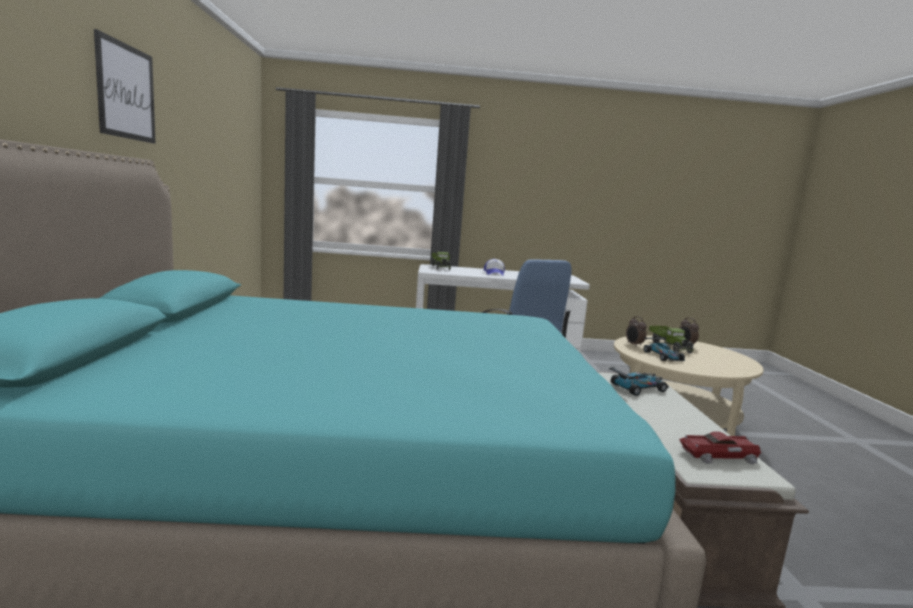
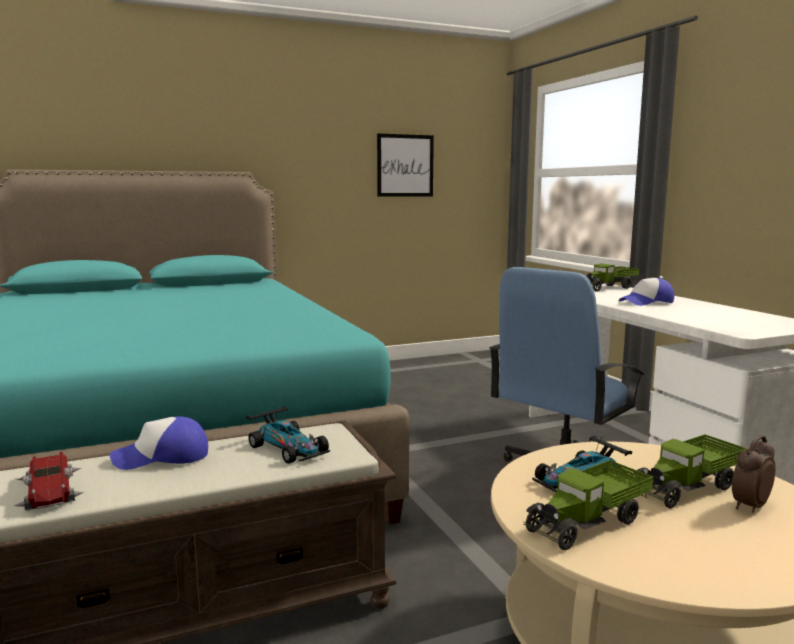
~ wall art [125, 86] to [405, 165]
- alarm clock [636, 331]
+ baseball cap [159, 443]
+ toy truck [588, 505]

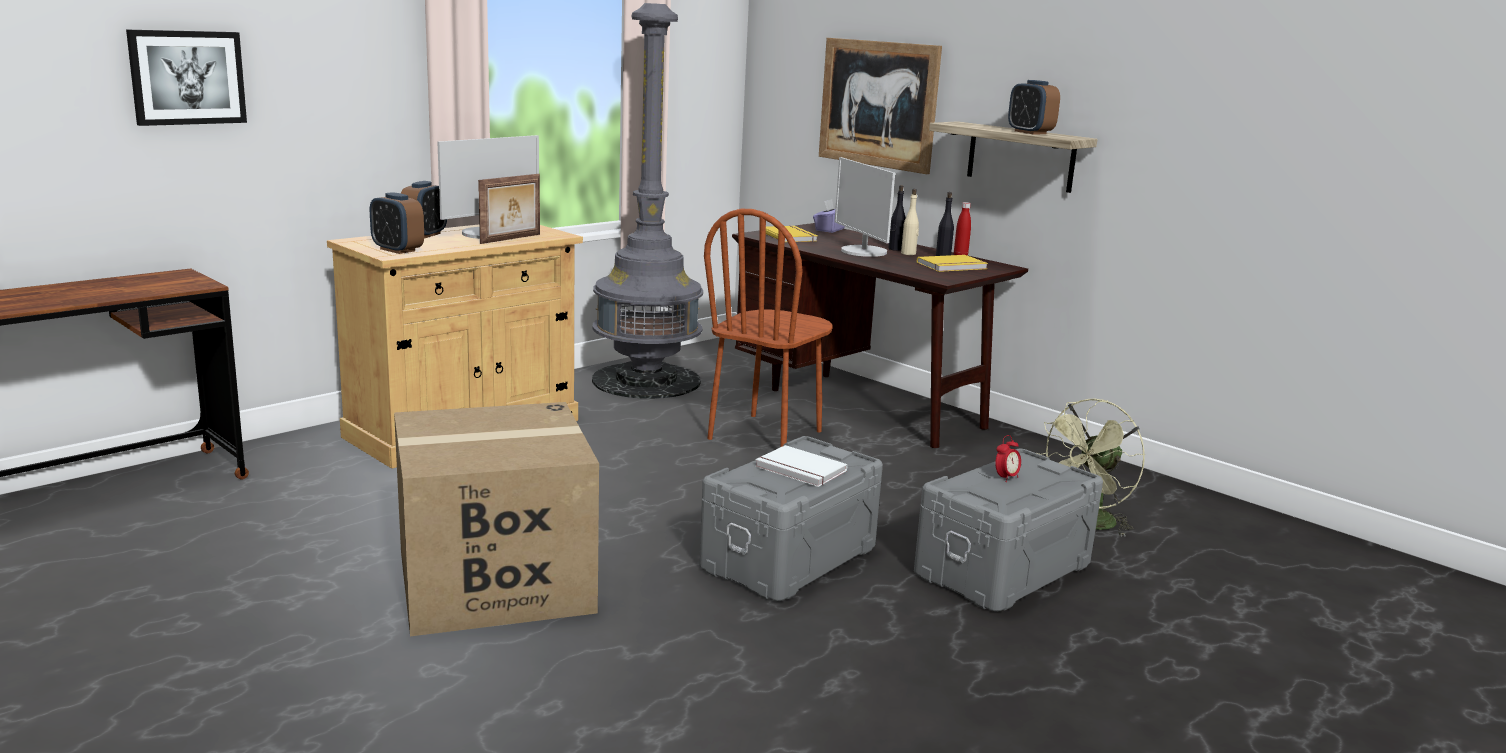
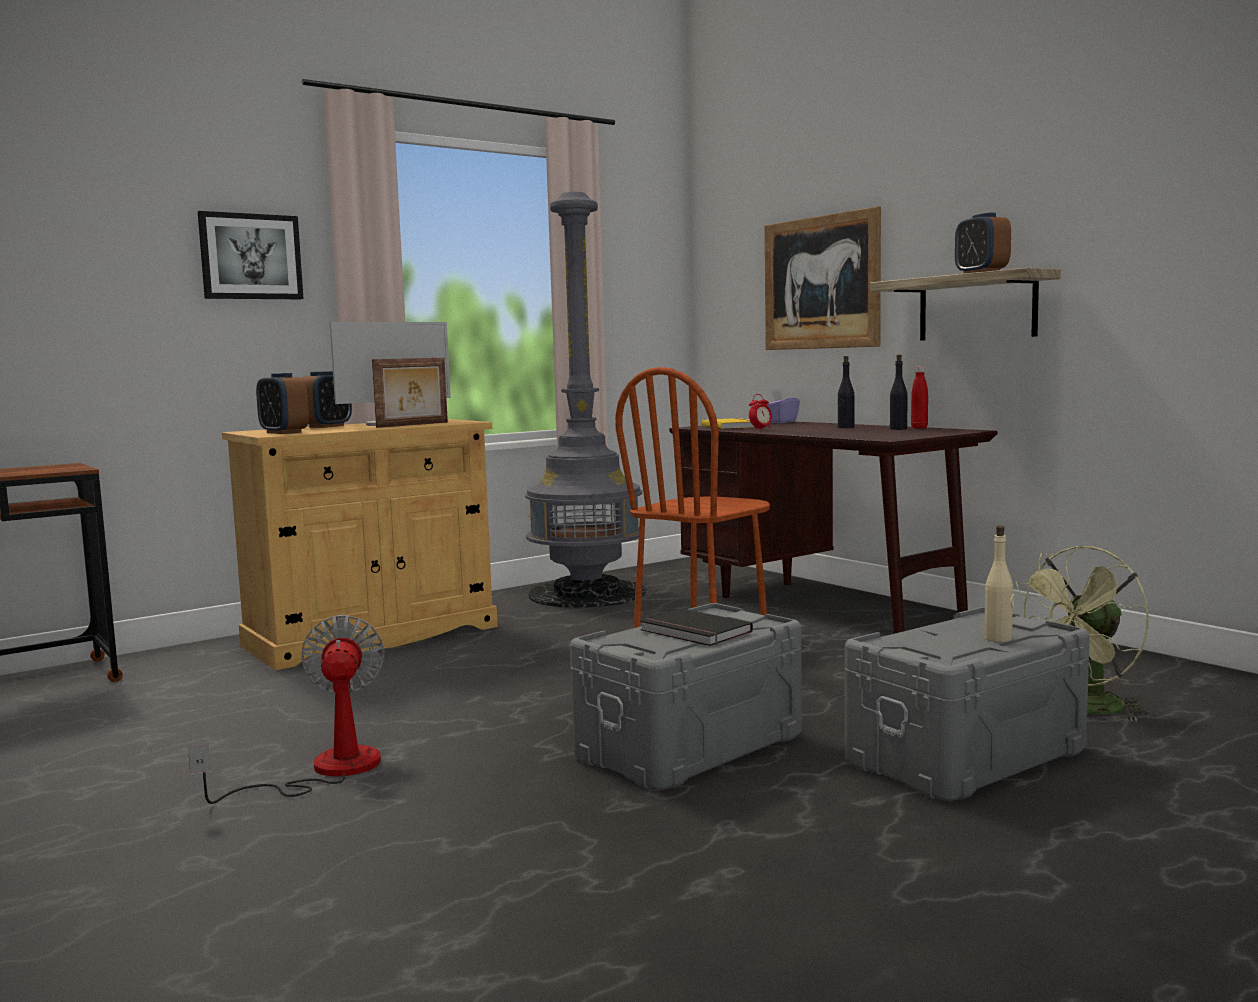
~ wall art [186, 78] to [251, 255]
- monitor [865, 207]
~ beige beverage bottle [910, 222] to [999, 583]
- yellow-coloured volume [952, 263]
~ carton [496, 519] to electric fan [286, 709]
~ alarm clock [1008, 458] to [760, 412]
~ white volume [801, 466] to black volume [696, 627]

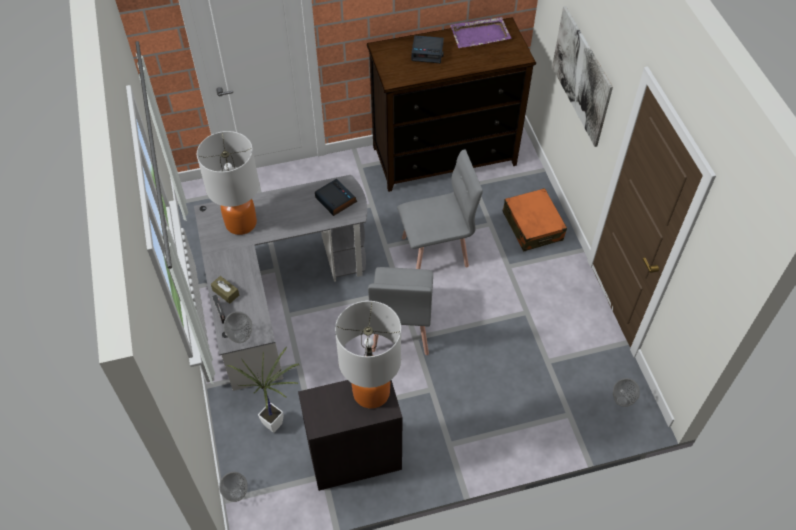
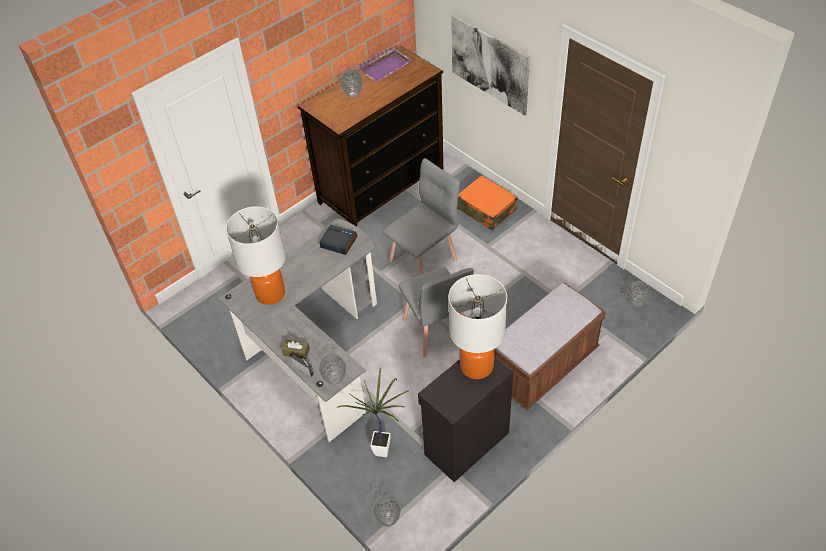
~ alarm clock [427, 49] to vase [351, 83]
+ brown bench [550, 346]

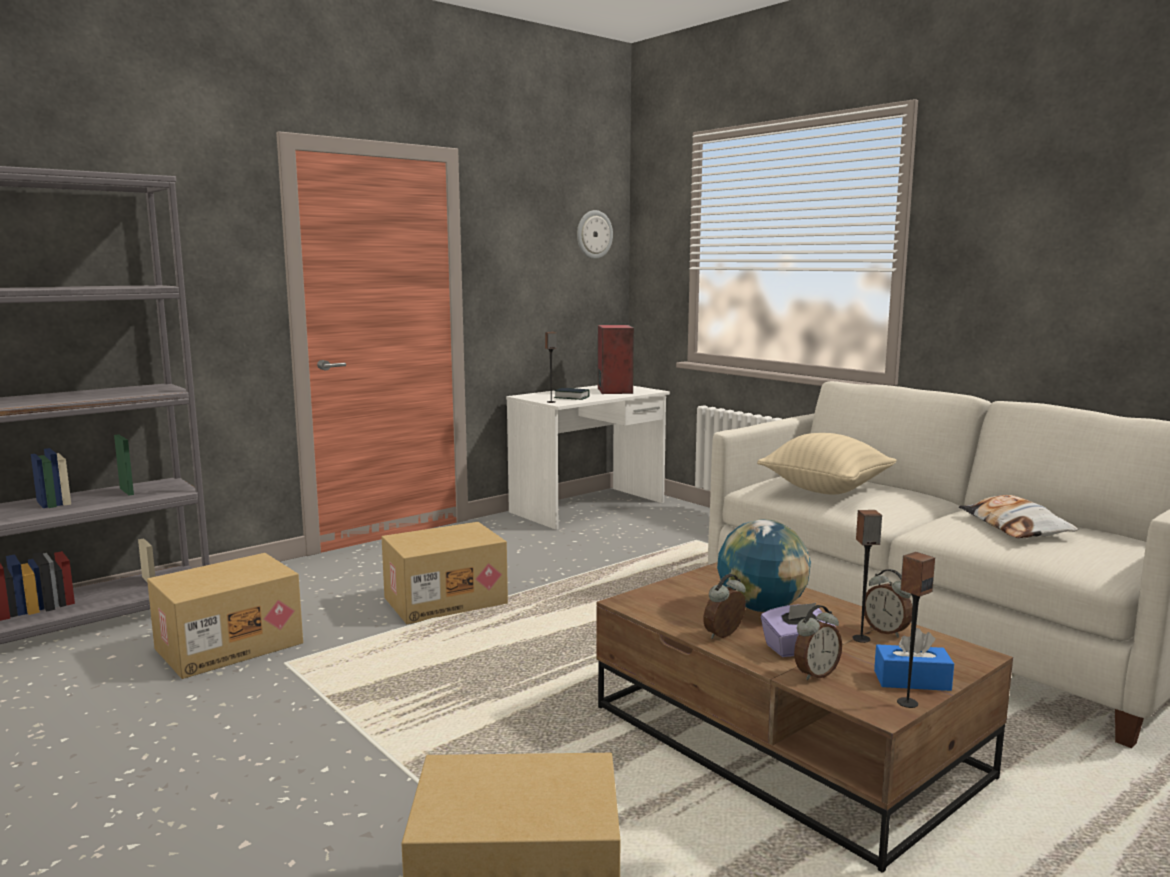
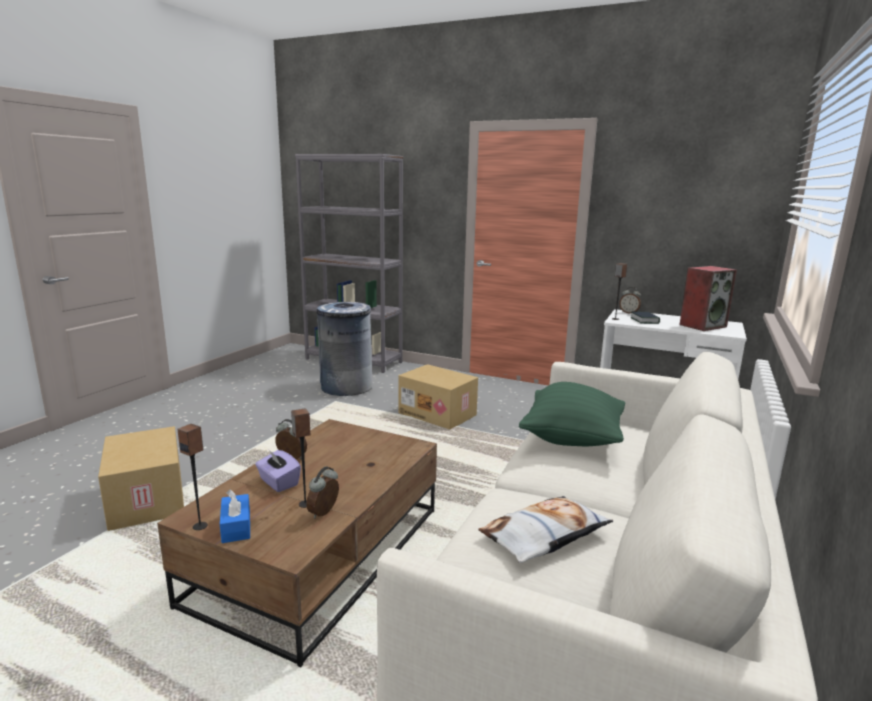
- hanging clock [595, 234]
~ beige cushion [827, 464] to green-coloured cushion [572, 414]
- desk globe [764, 565]
~ carton [225, 616] to greyish rubbish bin [344, 349]
~ alarm clock [818, 642] to [630, 300]

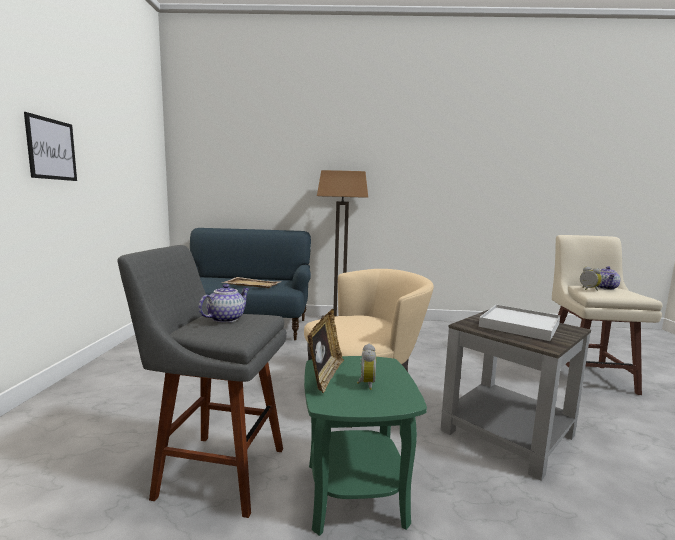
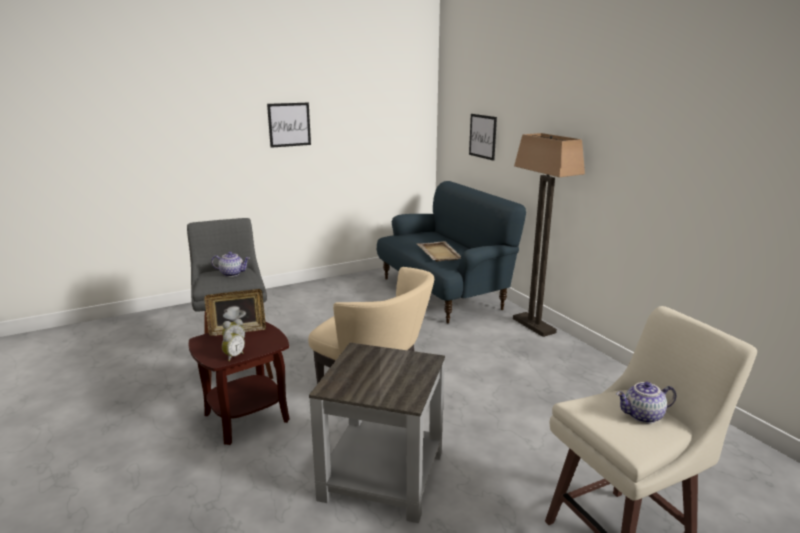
~ alarm clock [591, 279] to [233, 345]
- white carrying tray [519, 323]
~ green-coloured accent table [365, 446] to brown accent table [239, 383]
+ wall art [483, 137]

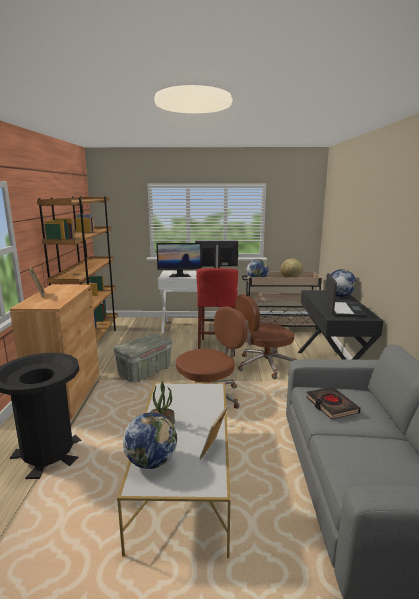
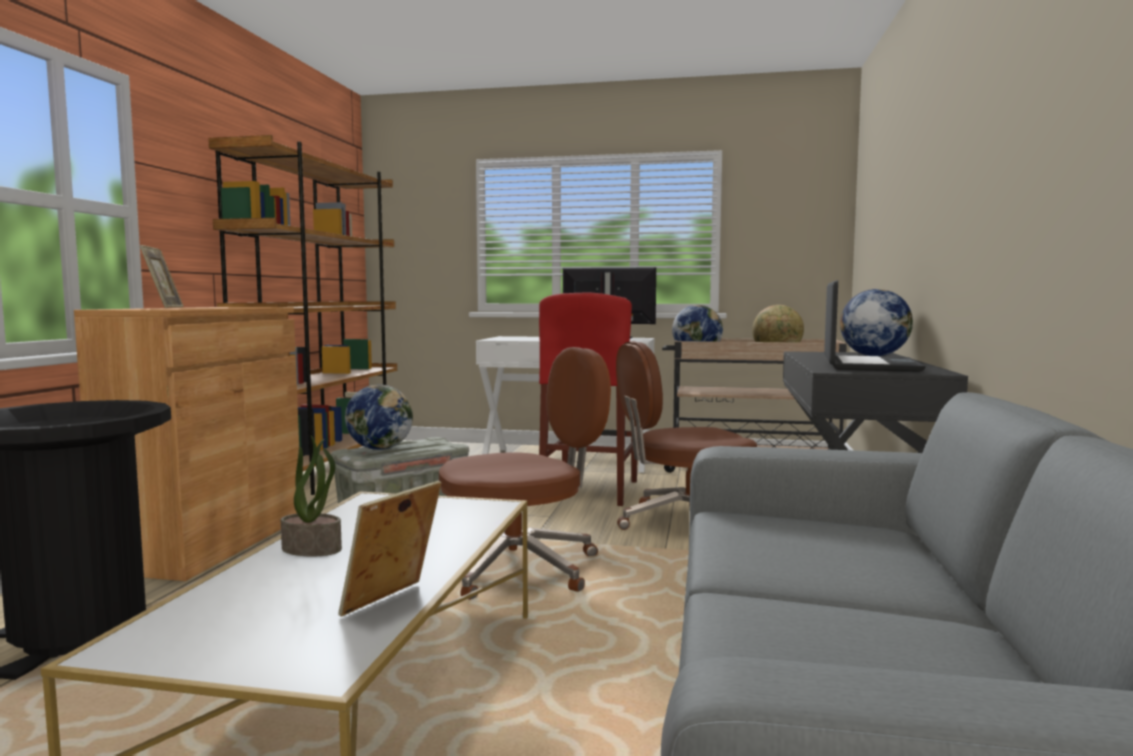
- monitor [179, 260]
- black volume [333, 403]
~ desk globe [150, 440] to [379, 417]

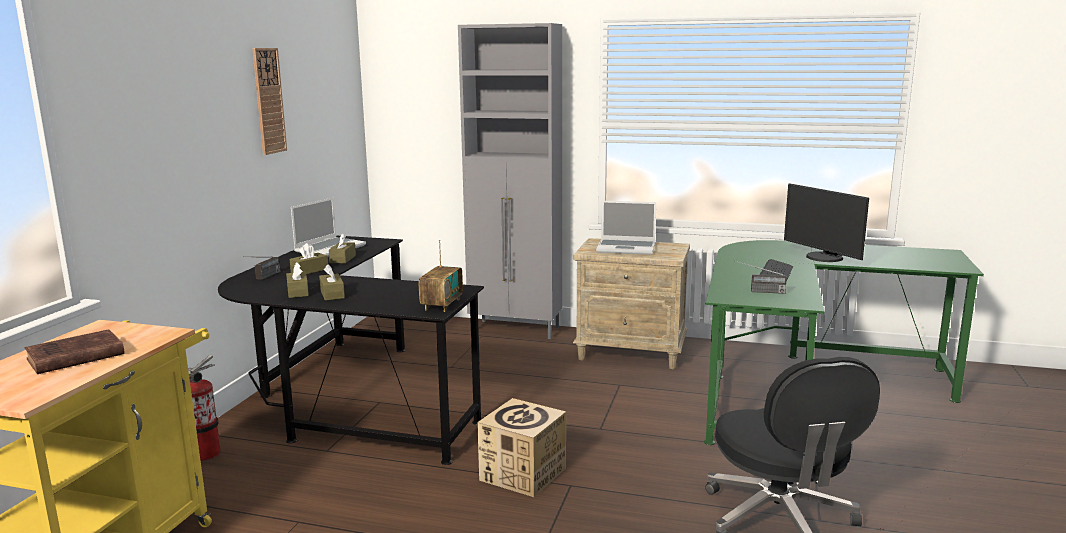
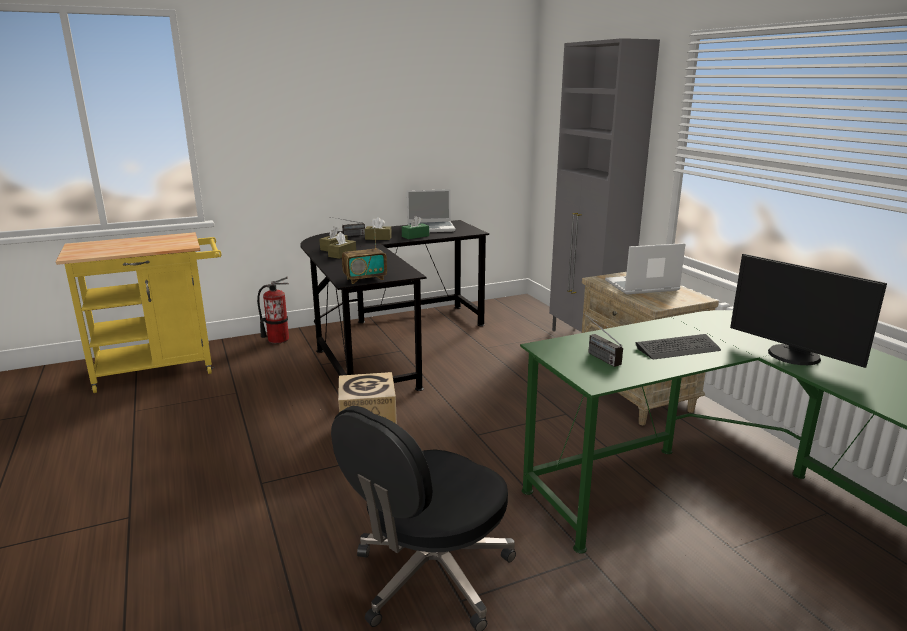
- hanging clock [269, 101]
~ monitor [826, 222] = [808, 311] 60 degrees counterclockwise
~ laptop [626, 228] = [645, 269] 105 degrees clockwise
~ brown box of tissues [342, 248] to green-coloured box of tissues [415, 227]
- brown volume [74, 351]

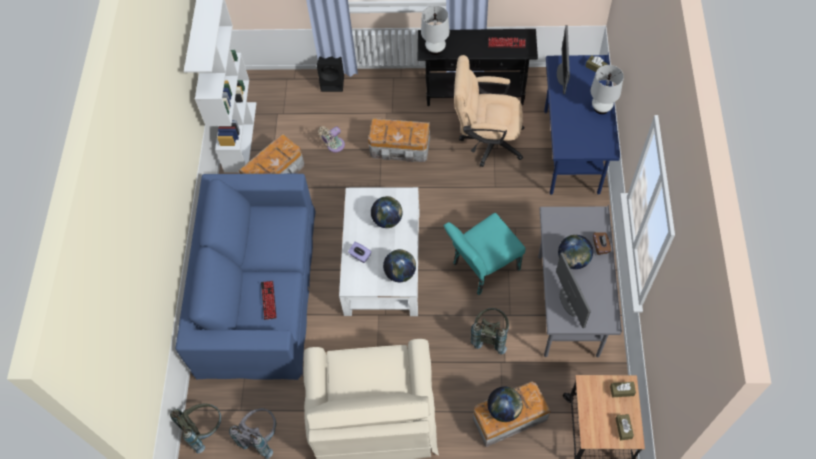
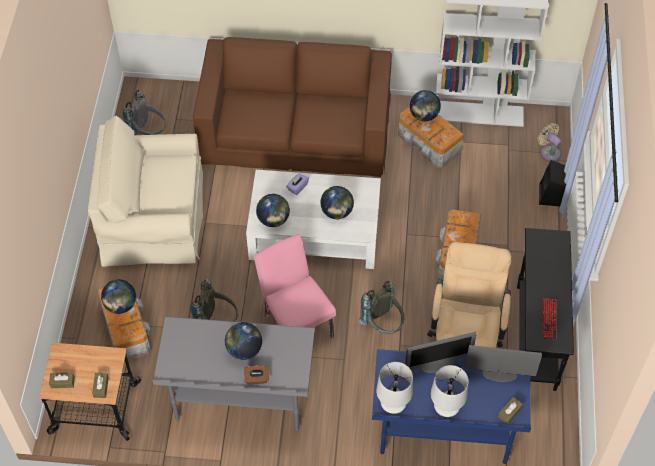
~ white tabletop lamp [435, 30] to [394, 388]
~ beige electric fan [331, 139] to [549, 142]
~ blue-coloured couch [246, 277] to brown couch [292, 107]
~ blue-green upright chair [484, 254] to pinkish upright chair [295, 286]
~ monitor [573, 290] to [441, 352]
- PC keyboard [269, 300]
~ greyish knapsack [195, 428] to [382, 307]
+ desk globe [425, 105]

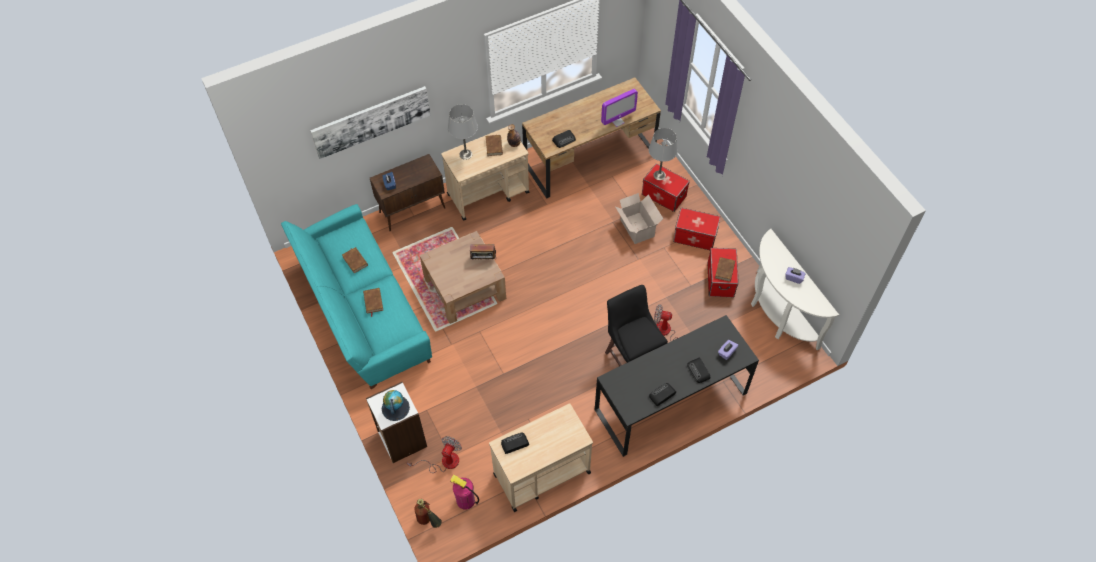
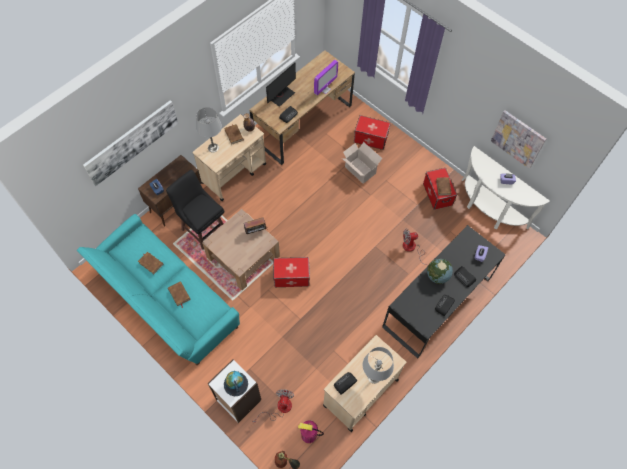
~ greyish tabletop lamp [663, 154] to [378, 365]
~ storage bin [697, 229] to [291, 272]
~ black stool [636, 325] to [195, 210]
+ monitor [281, 85]
+ wall art [518, 139]
+ desk globe [440, 271]

